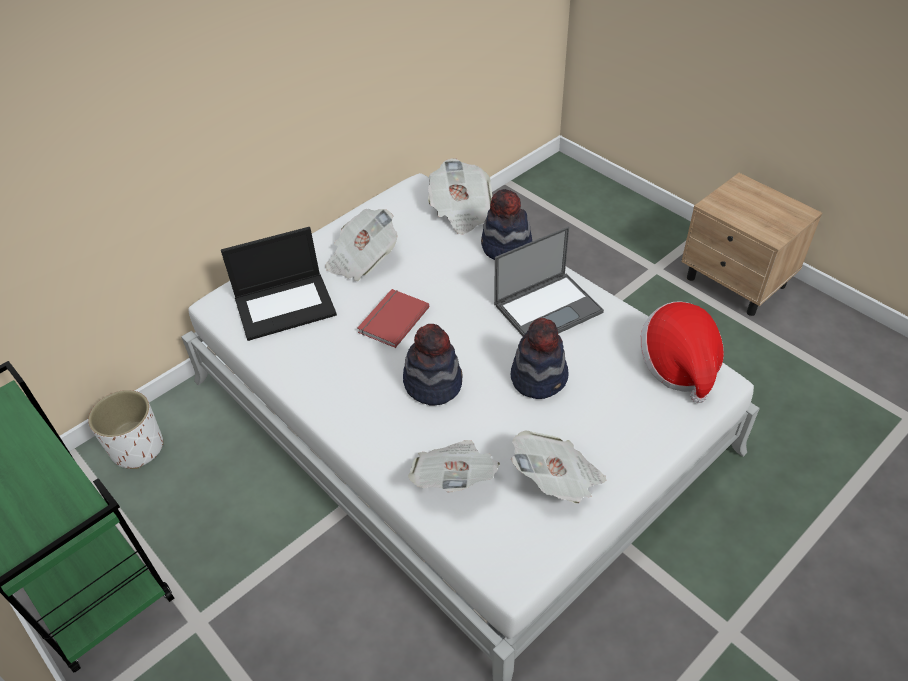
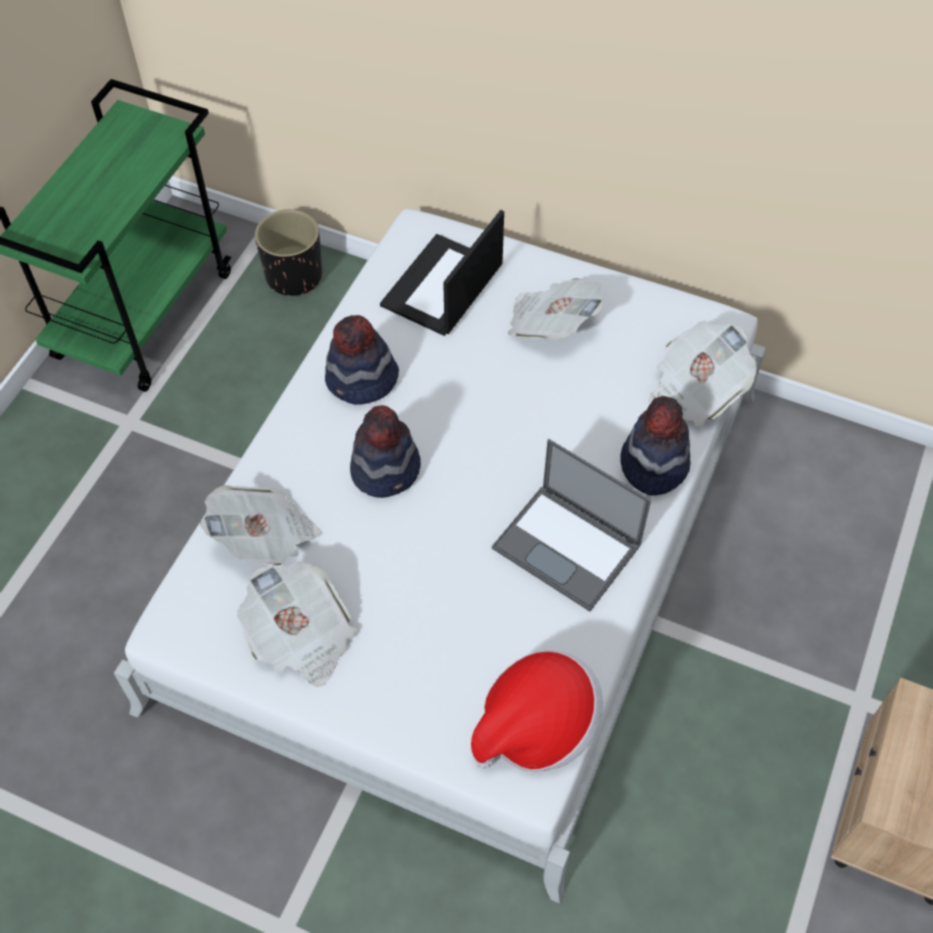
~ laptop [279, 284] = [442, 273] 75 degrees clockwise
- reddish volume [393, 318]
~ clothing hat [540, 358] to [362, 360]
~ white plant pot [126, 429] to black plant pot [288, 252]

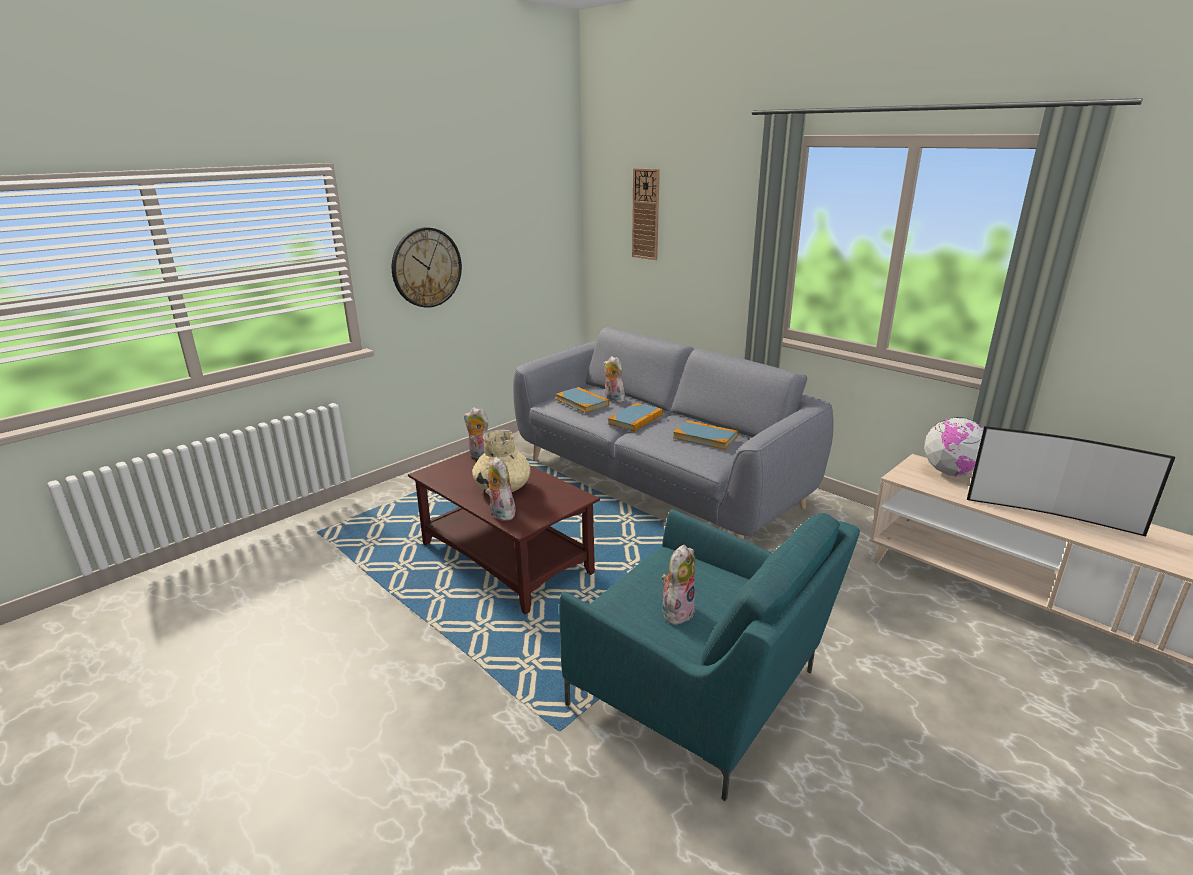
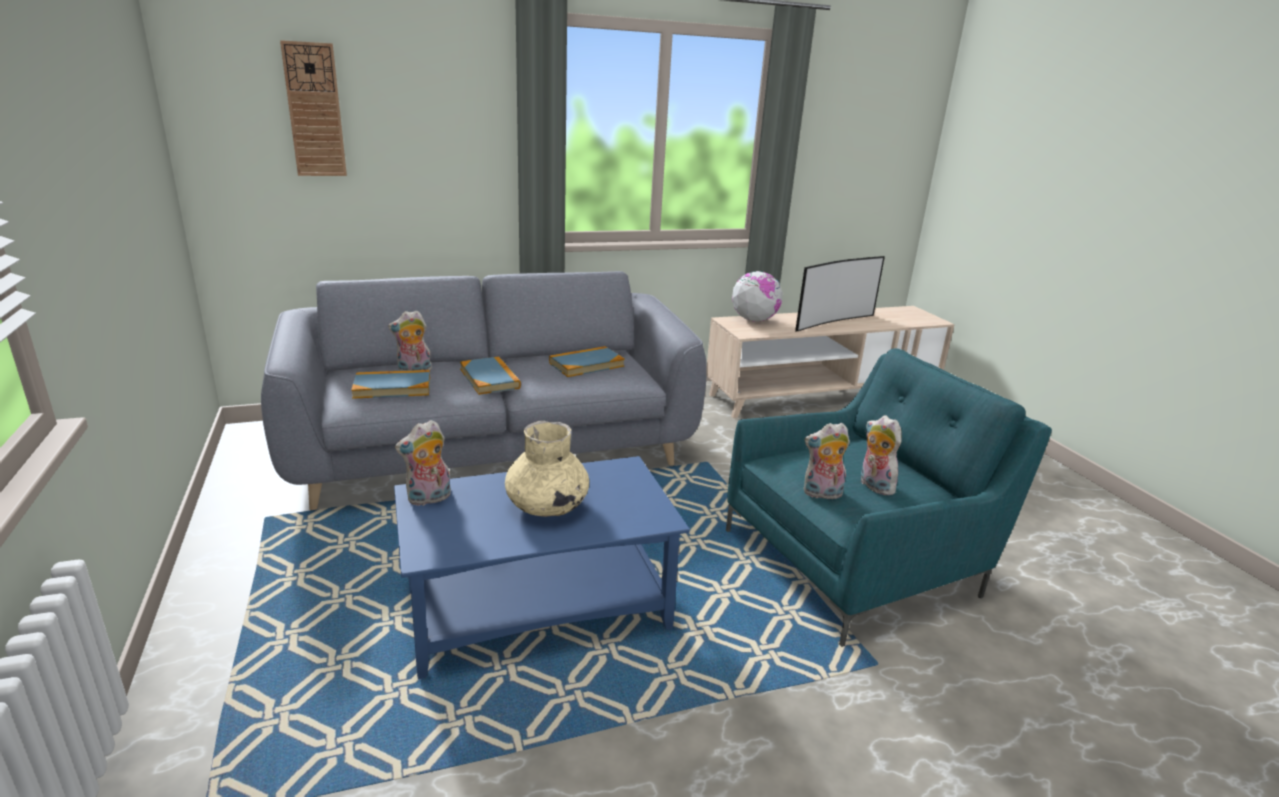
- hanging clock [427, 267]
~ brown low table [504, 533] to blue-coloured low table [542, 567]
~ plush toy [500, 489] to [827, 461]

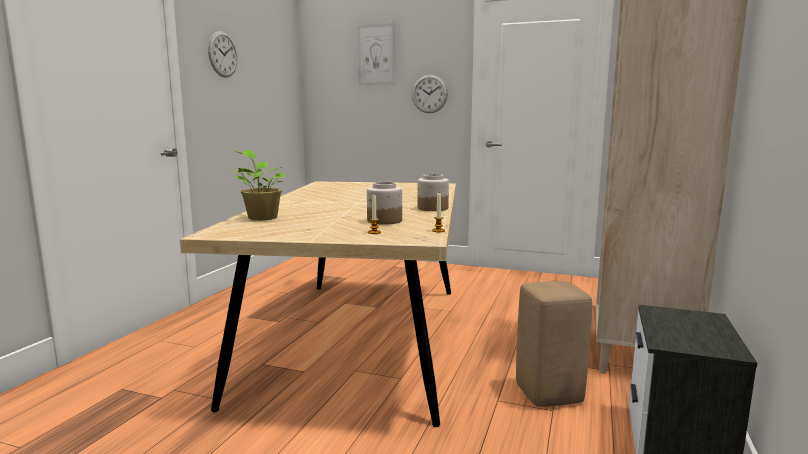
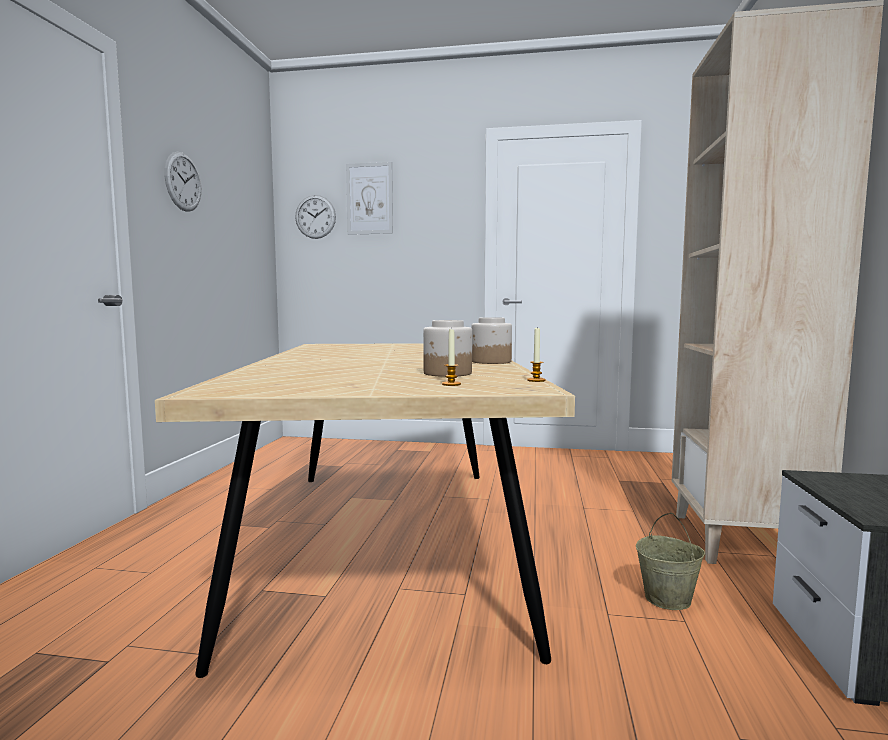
~ hanging clock [430, 94] to [315, 217]
- houseplant [257, 184]
~ beige stool [554, 344] to beige water bucket [670, 561]

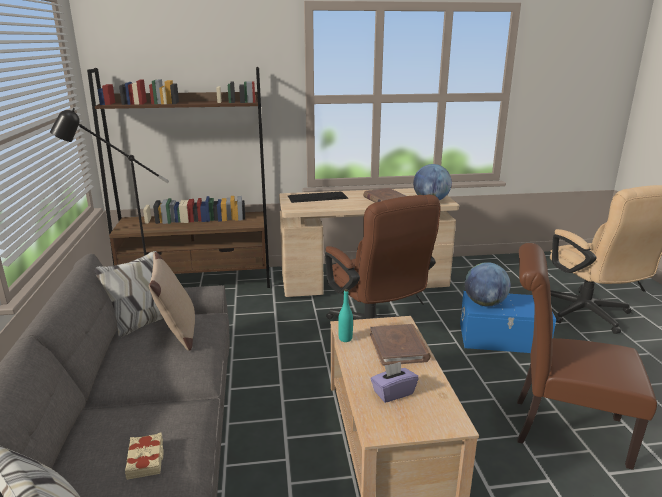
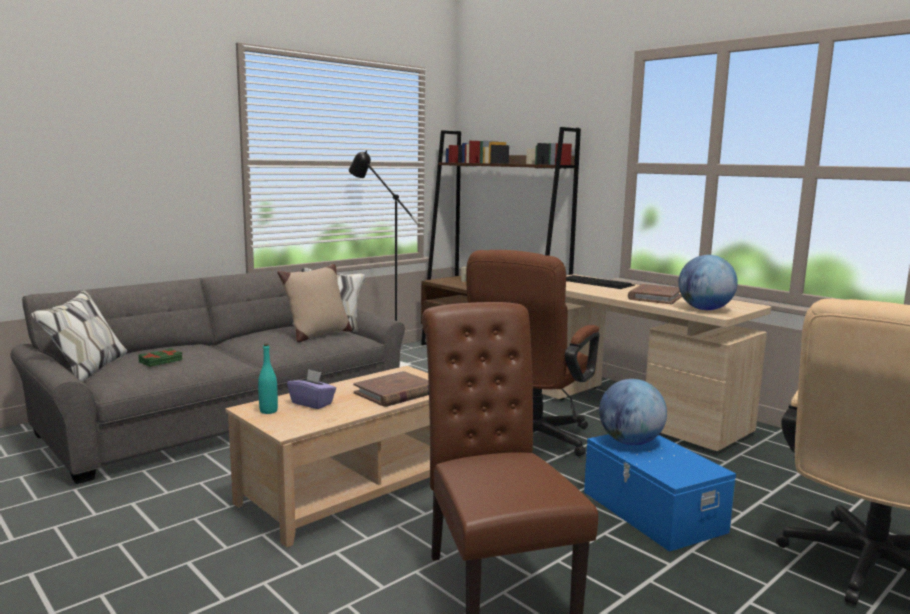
~ blue-green beverage bottle [345, 315] to [268, 379]
~ beige volume [144, 456] to green-coloured volume [160, 357]

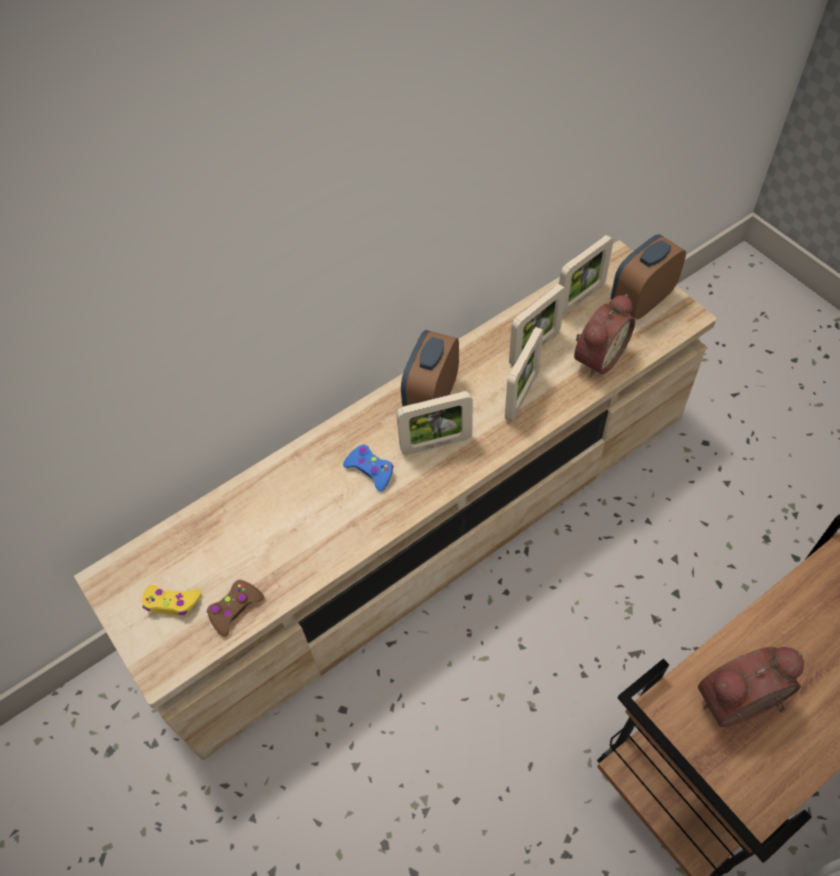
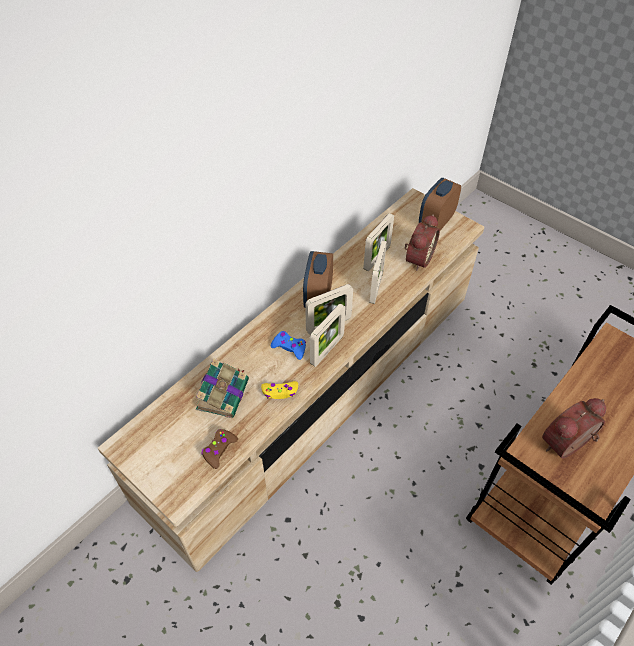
~ photo frame [586, 275] to [328, 335]
~ yellow-coloured gamepad [172, 600] to [279, 390]
+ volume [222, 388]

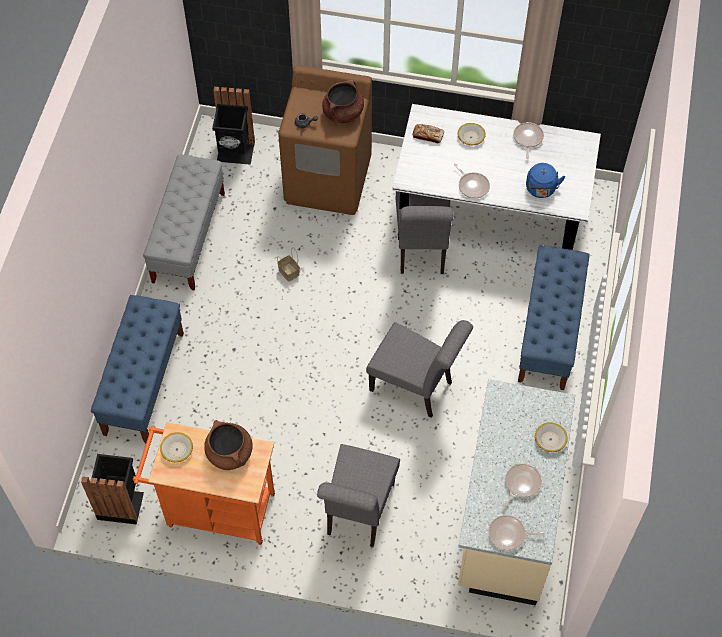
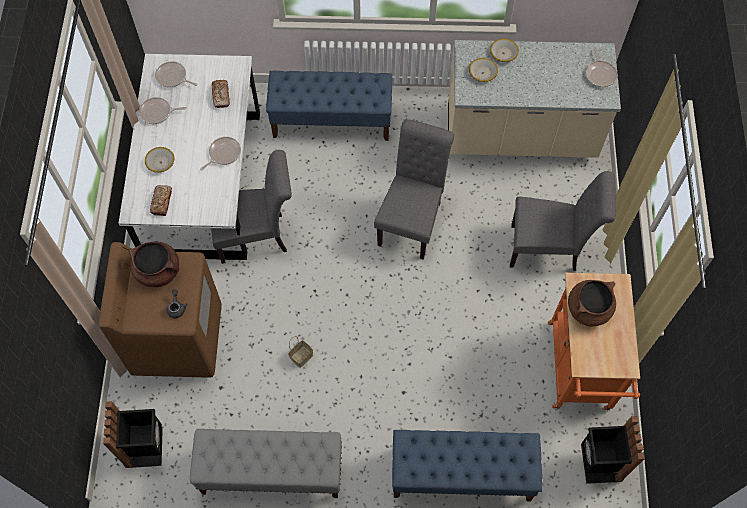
~ blue-coloured tea kettle [545, 180] to bread [221, 94]
~ serving bowl [176, 447] to [483, 70]
~ pan [522, 485] to [176, 74]

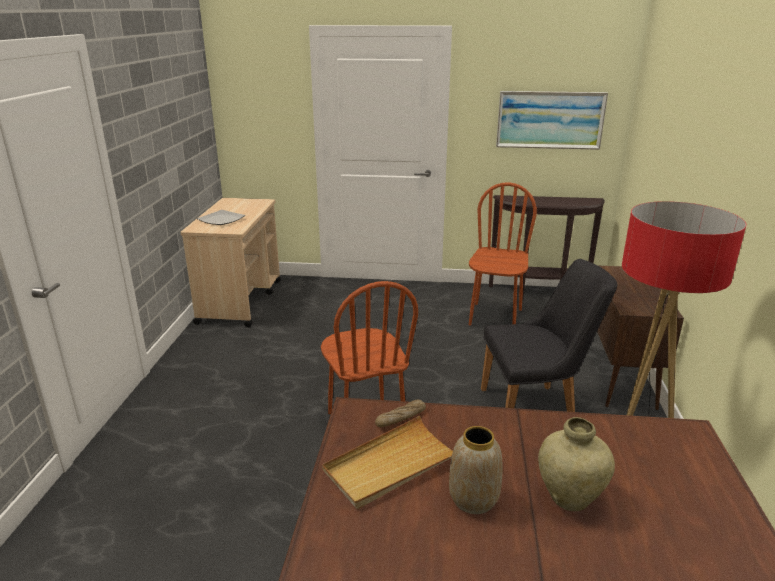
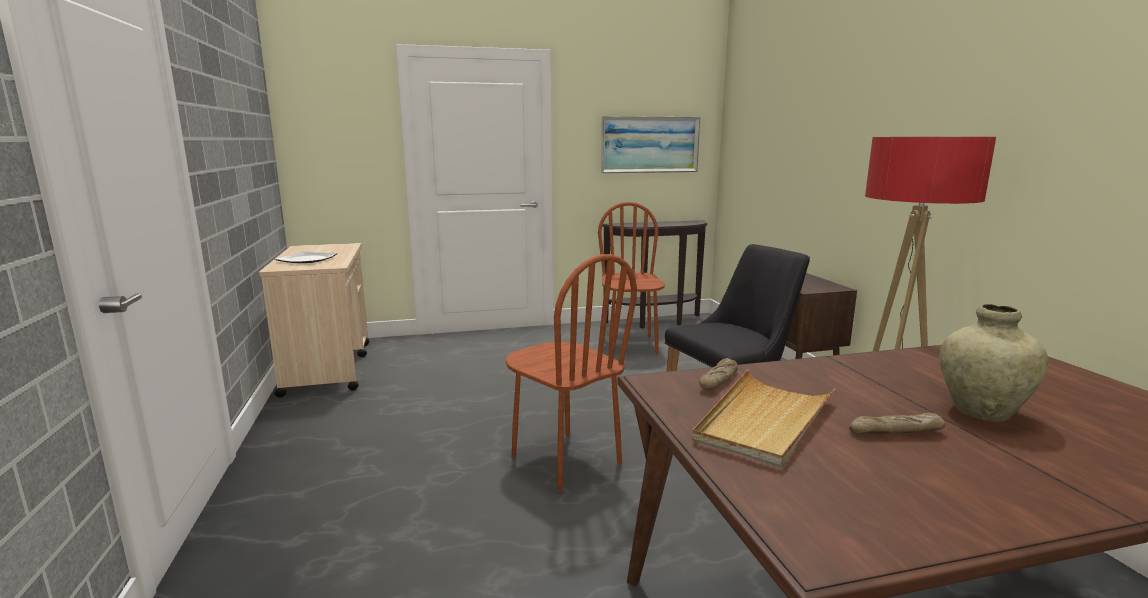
~ vase [476, 470] to bread [897, 424]

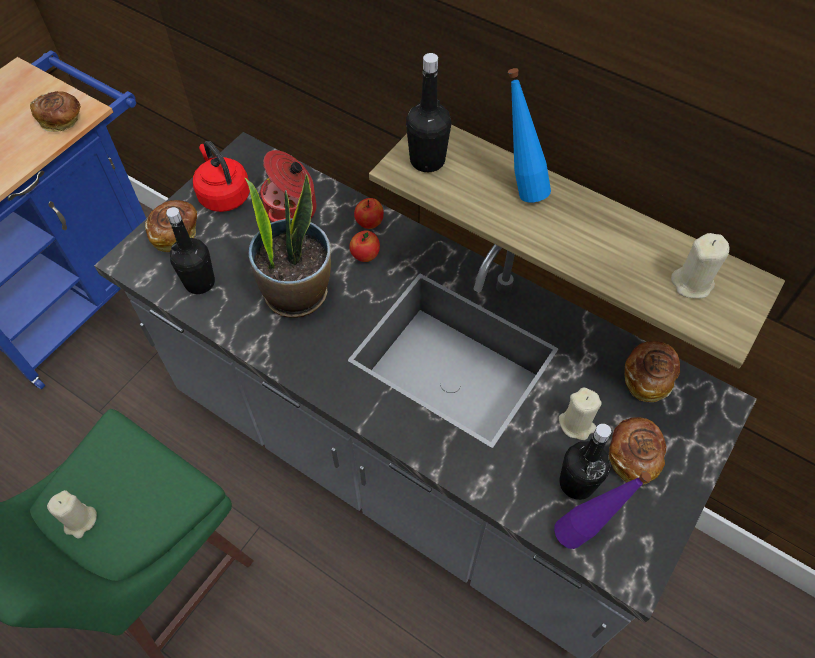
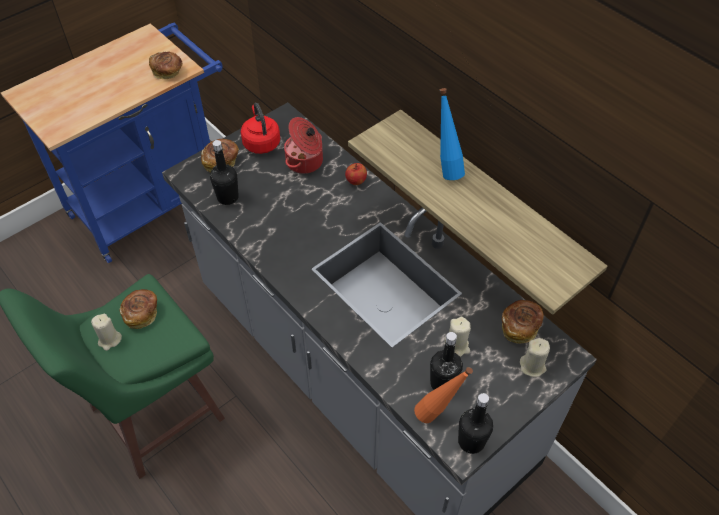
~ black beverage bottle [428, 112] to [475, 423]
- houseplant [287, 246]
- apple [364, 246]
~ beige candle [700, 266] to [535, 357]
~ bread [637, 451] to [138, 309]
~ purplish beverage bottle [602, 510] to orange-coloured beverage bottle [443, 395]

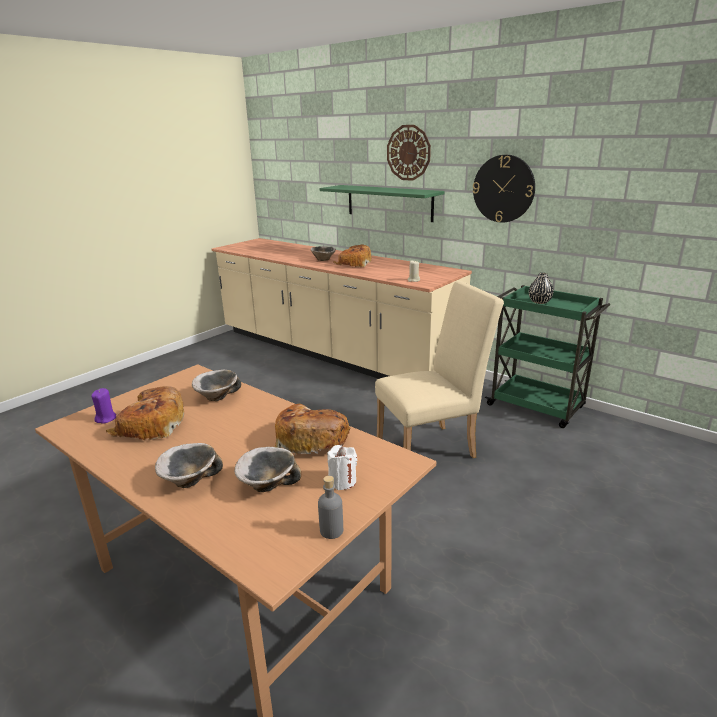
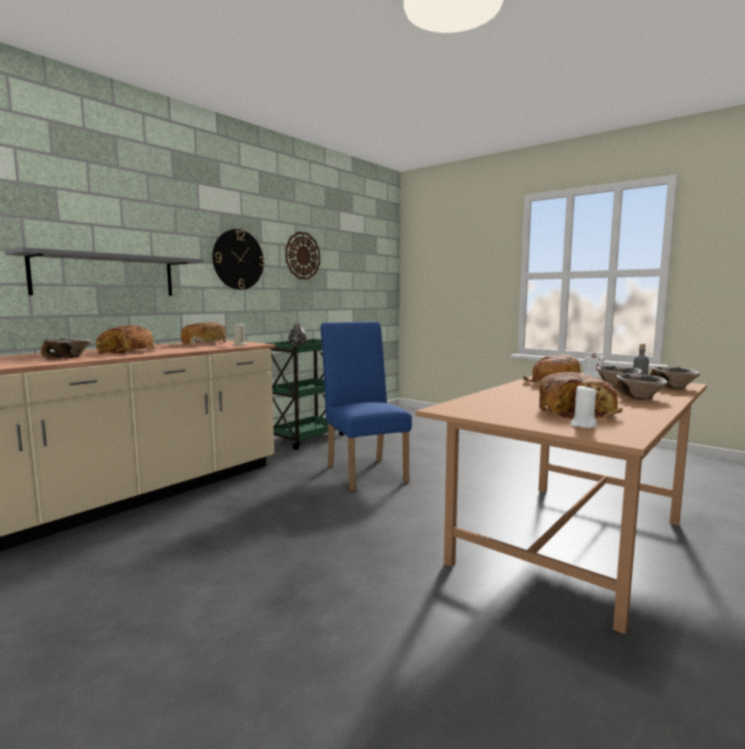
~ hanging clock [409, 153] to [302, 256]
~ green-coloured bracket shelf [382, 203] to greyish bracket shelf [104, 271]
~ beige upright chair [439, 369] to blue-coloured upright chair [366, 406]
~ serving bowl [216, 385] to [674, 377]
~ purplish candle [103, 406] to white candle [583, 406]
+ bread [203, 333]

